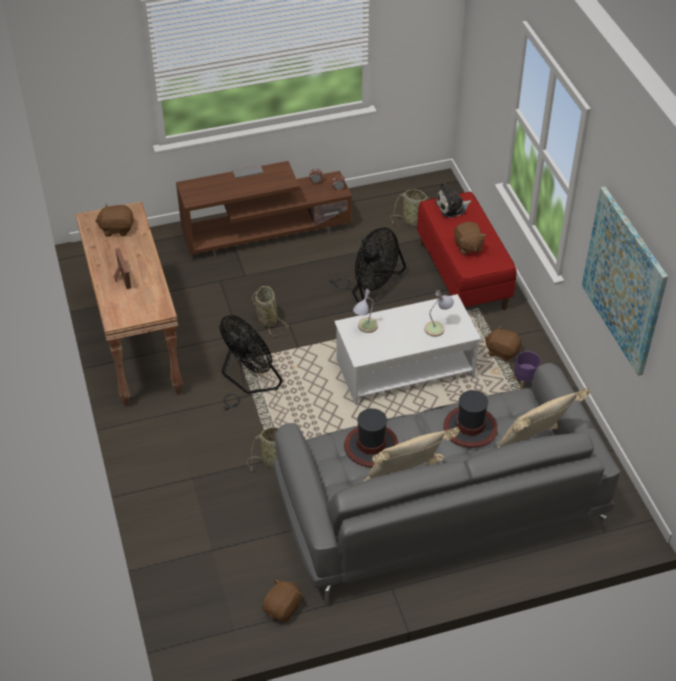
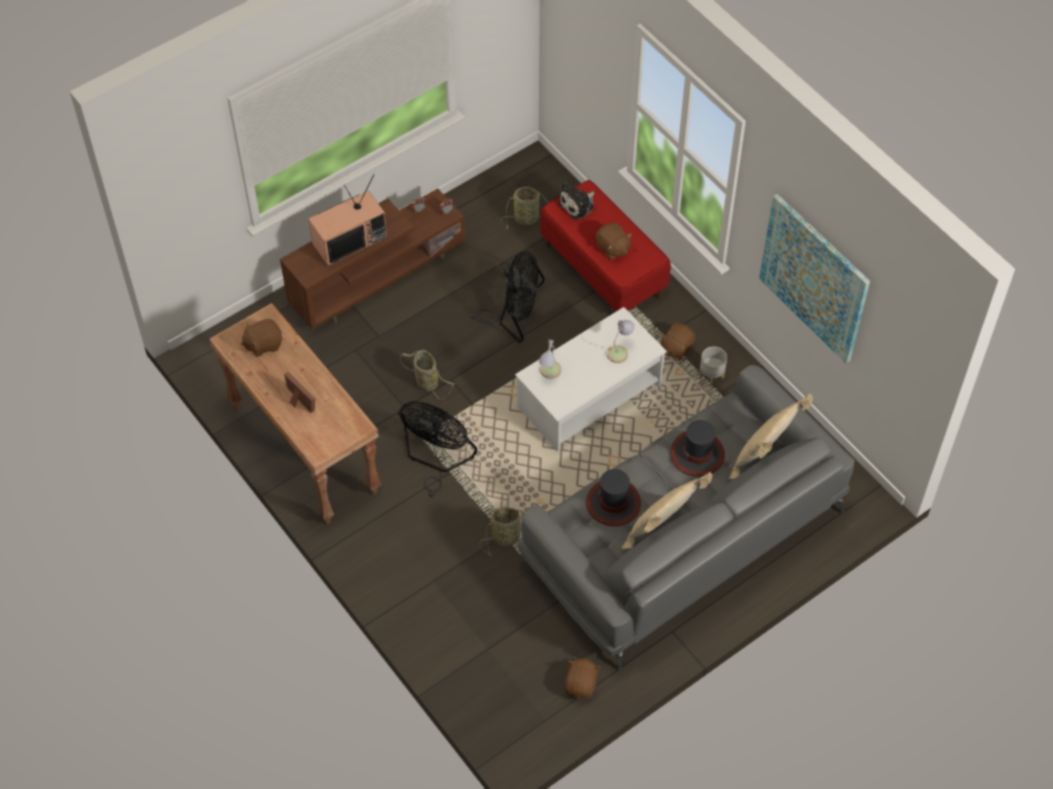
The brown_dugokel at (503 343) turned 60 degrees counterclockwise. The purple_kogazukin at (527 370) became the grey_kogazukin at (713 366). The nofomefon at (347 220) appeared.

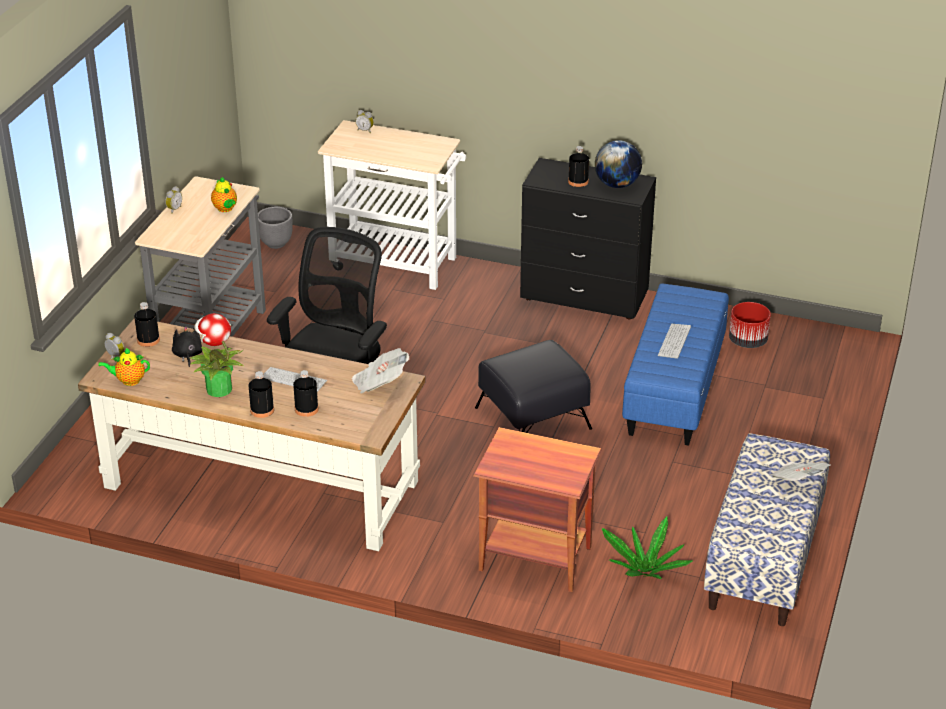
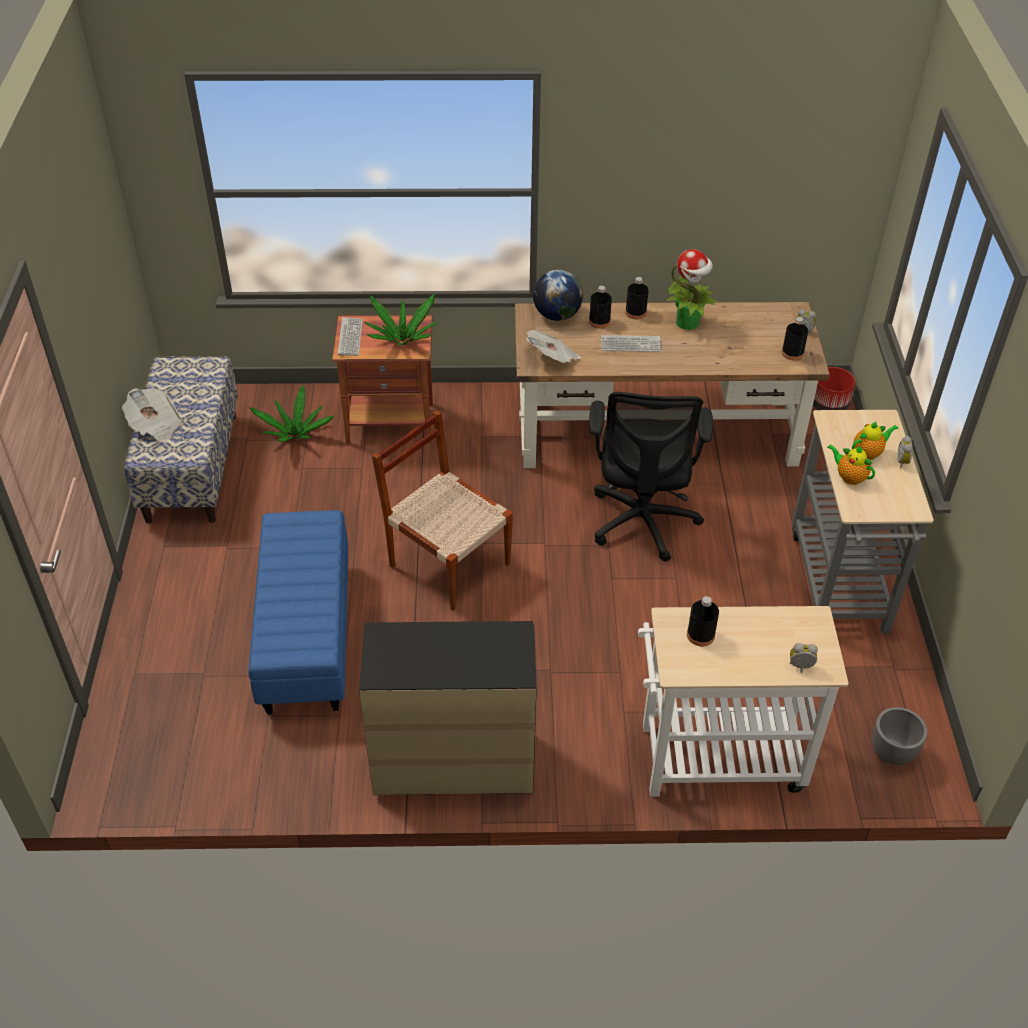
The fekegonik moved from (618 164) to (558 295). The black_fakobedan moved from (578 166) to (703 621). The red_kogazukin moved from (750 325) to (834 388). The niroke moved from (674 341) to (350 336). The black_dugokel at (187 346) disappeared. The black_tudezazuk at (533 386) was replaced by the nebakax at (442 510). The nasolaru moved from (124 366) to (875 440). The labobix at (401 320) appeared.

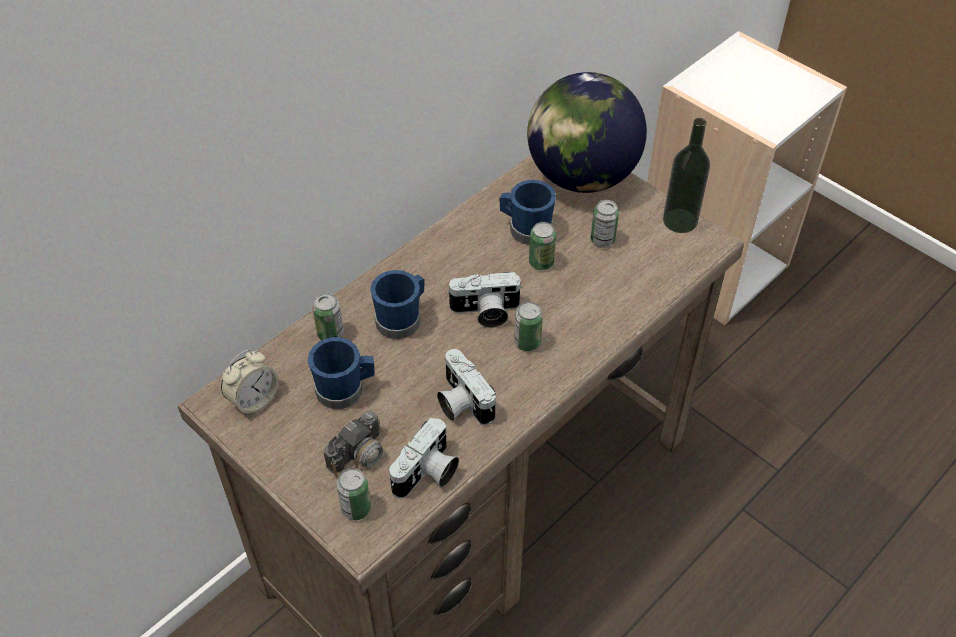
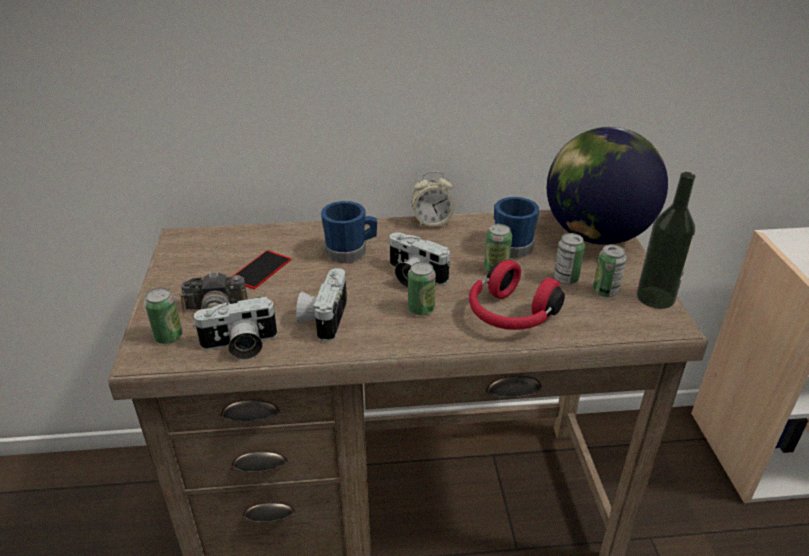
The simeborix moved from (328 317) to (610 271). The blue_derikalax at (341 373) was replaced by the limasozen at (261 269). The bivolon moved from (250 383) to (433 199). The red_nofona at (517 295) appeared.

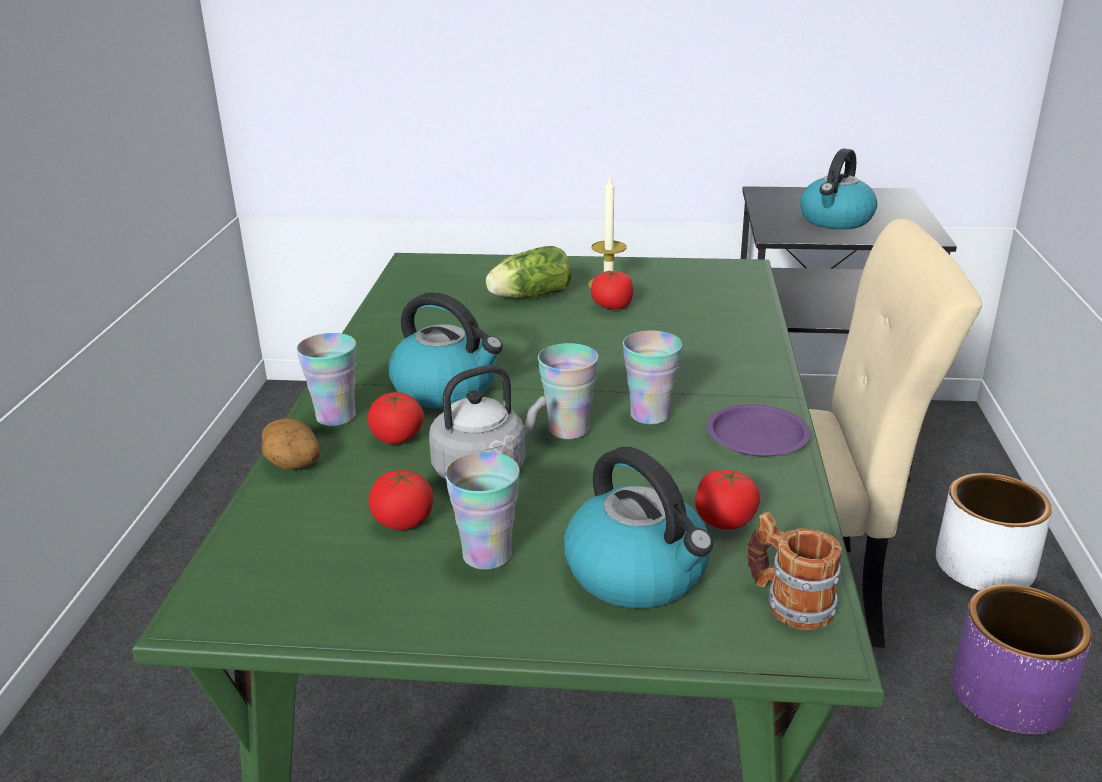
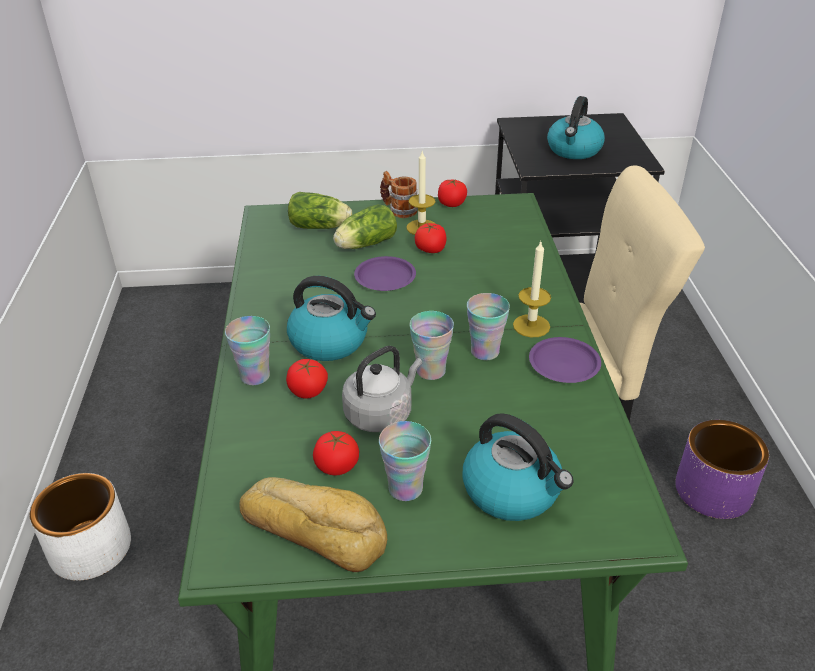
The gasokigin at (291 444) disappeared. The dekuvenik moved from (727 499) to (452 193). The white_kogazukin moved from (994 532) to (80 527). The derikalax moved from (794 571) to (399 194). The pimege at (320 210) appeared. The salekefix at (532 289) appeared. The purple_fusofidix at (385 273) appeared. The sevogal at (313 524) appeared.

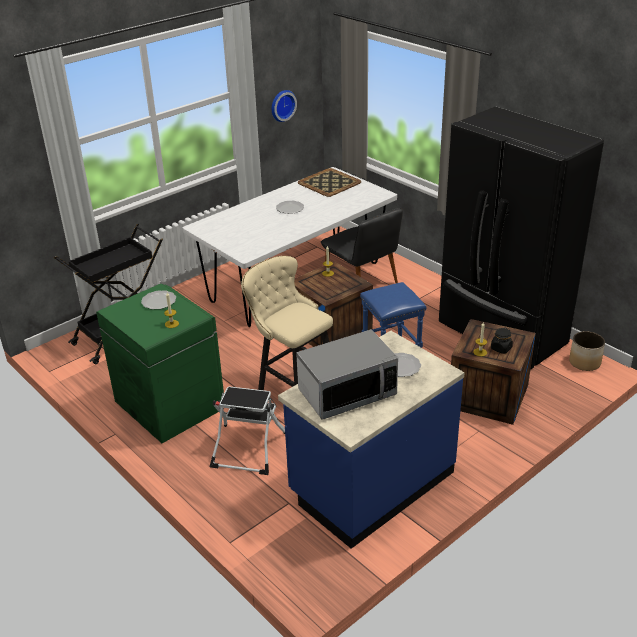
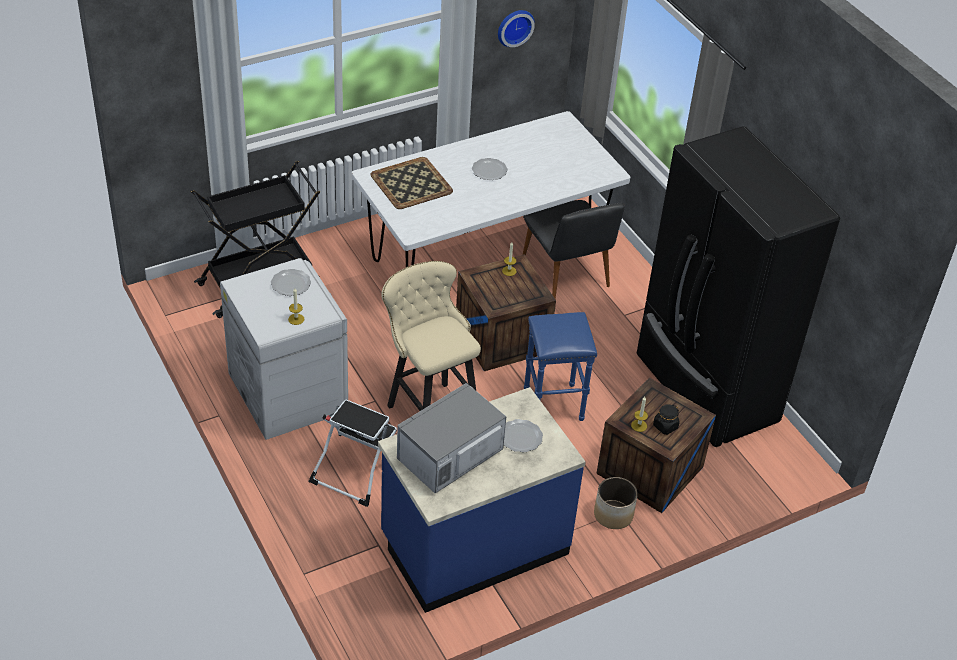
The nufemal moved from (329 182) to (411 183). The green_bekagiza at (160 363) became the white_bekagiza at (284 349). The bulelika at (347 374) turned 150 degrees clockwise. The kogazukin moved from (587 351) to (616 503).

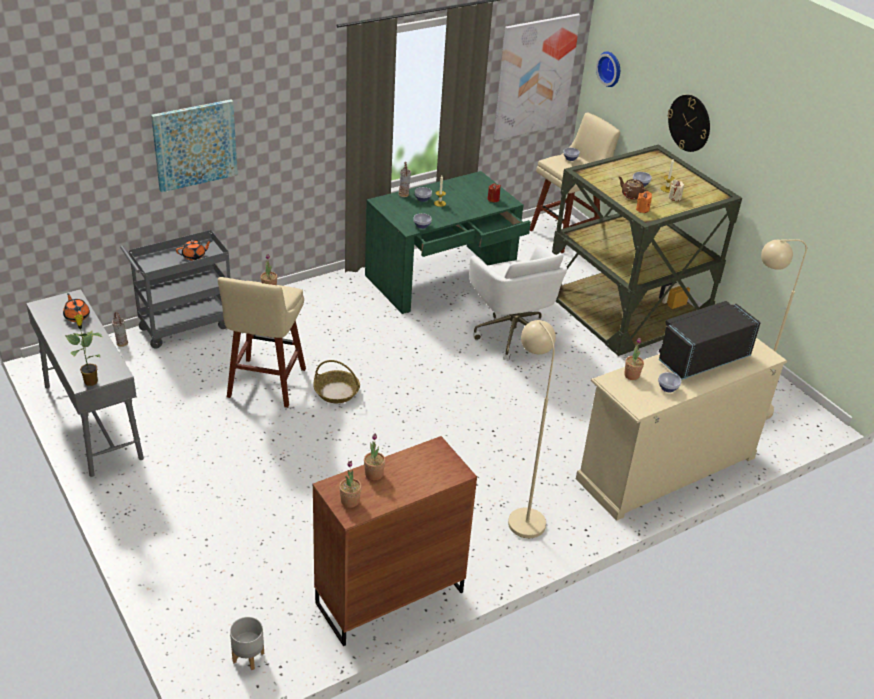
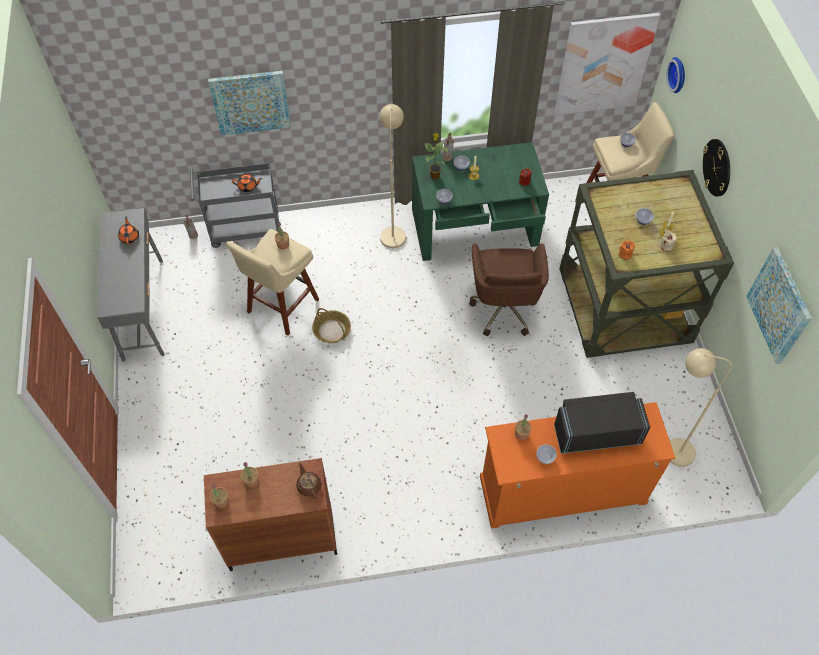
The brown_nasolaru moved from (633 187) to (309 481). The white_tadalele at (518 302) became the brown_tadalele at (509 289). The labobix moved from (83 350) to (436 156). The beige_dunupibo moved from (532 429) to (392 176). The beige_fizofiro at (681 429) became the orange_fizofiro at (578 465). The grey_kogazukin at (247 643) disappeared. The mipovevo at (779 305) appeared.

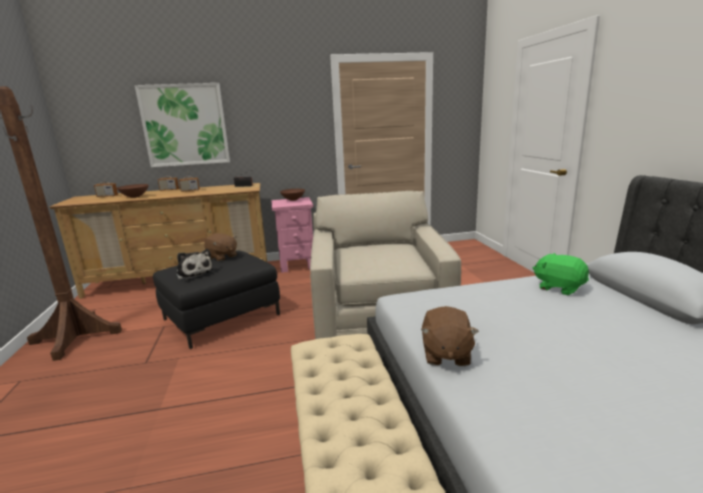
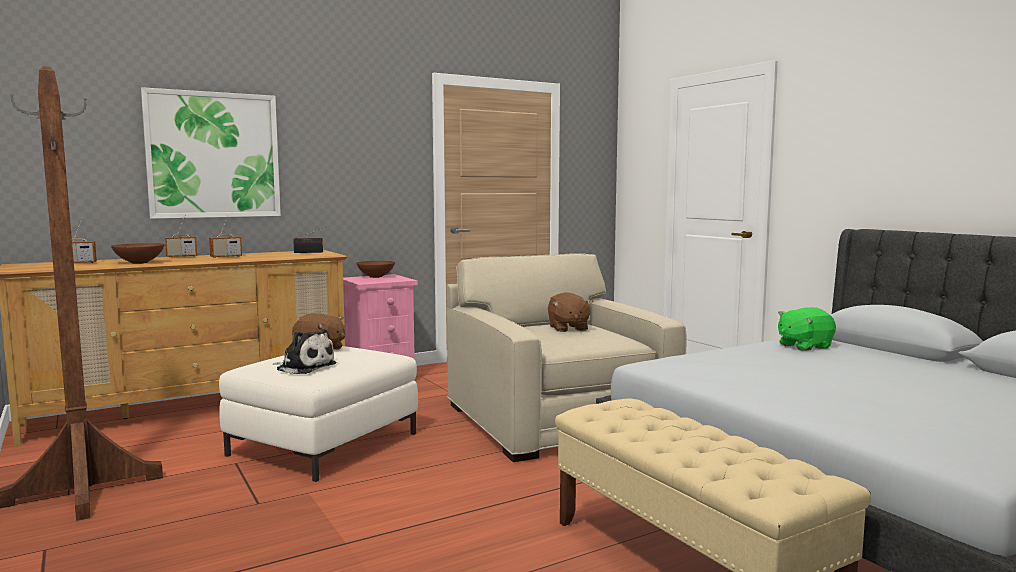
The black_tudezazuk at (216 300) became the white_tudezazuk at (318 414). The green_dugokel at (561 274) turned 45 degrees counterclockwise. The brown_dugokel moved from (450 336) to (570 312).

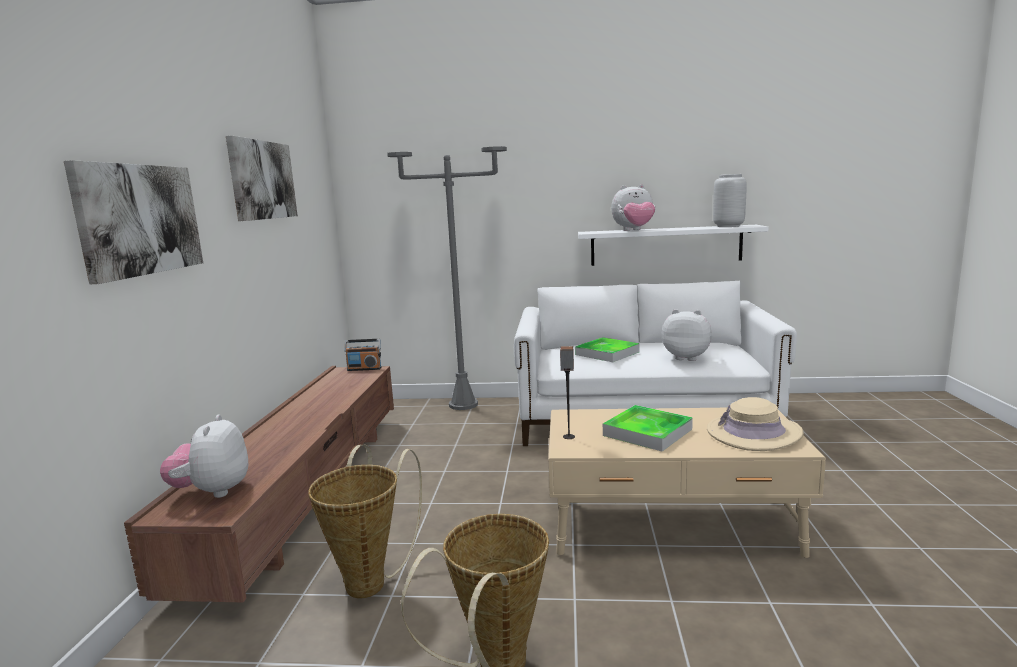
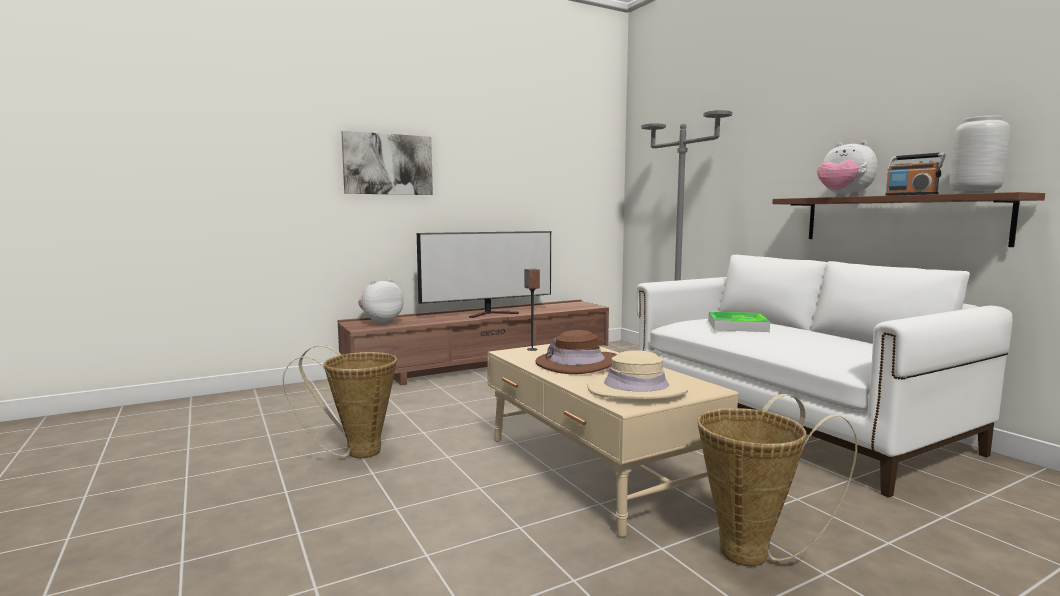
The mipovevo at (262 178) disappeared. The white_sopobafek at (673 245) became the brown_sopobafek at (908 219). The dugokel at (687 335) disappeared. The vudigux moved from (362 355) to (915 174). The nufemal at (648 428) was replaced by the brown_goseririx at (576 352). The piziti moved from (365 521) to (777 480). The nofomefon at (484 274) appeared.

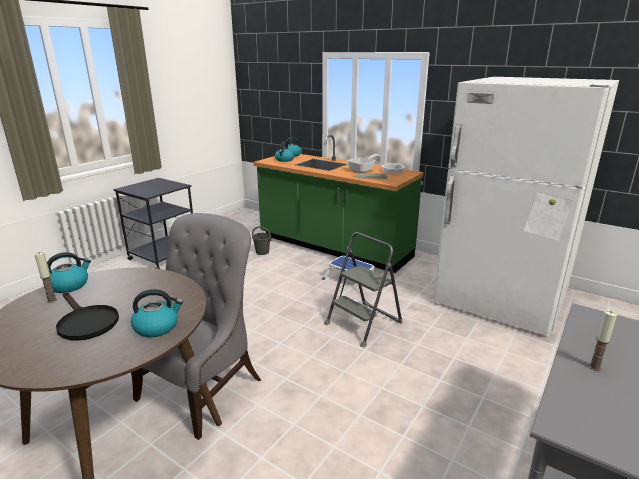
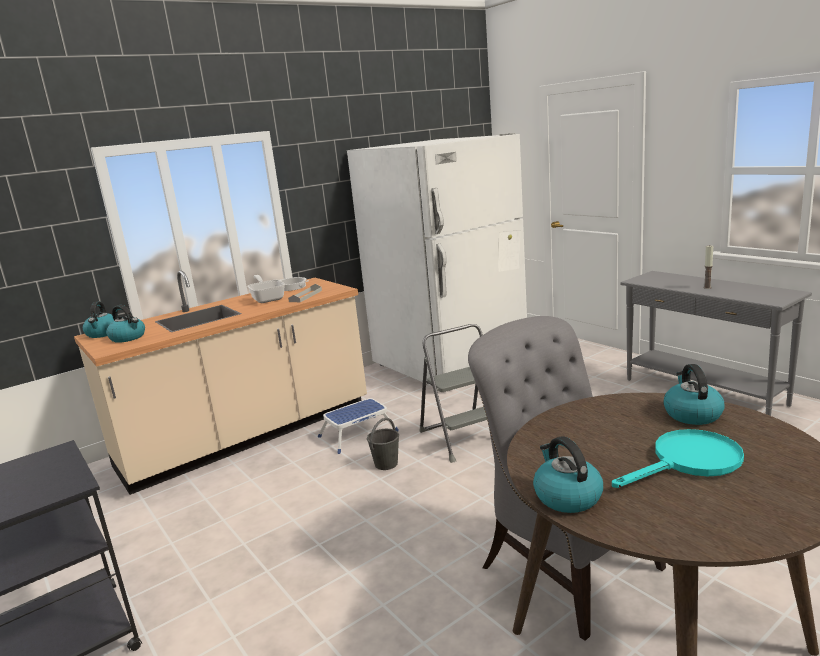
The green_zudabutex at (338 204) became the beige_zudabutex at (220 382). The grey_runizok moved from (262 240) to (383 444). The salekefix at (46 277) disappeared. The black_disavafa at (87 316) became the turquoise_disavafa at (678 458).

